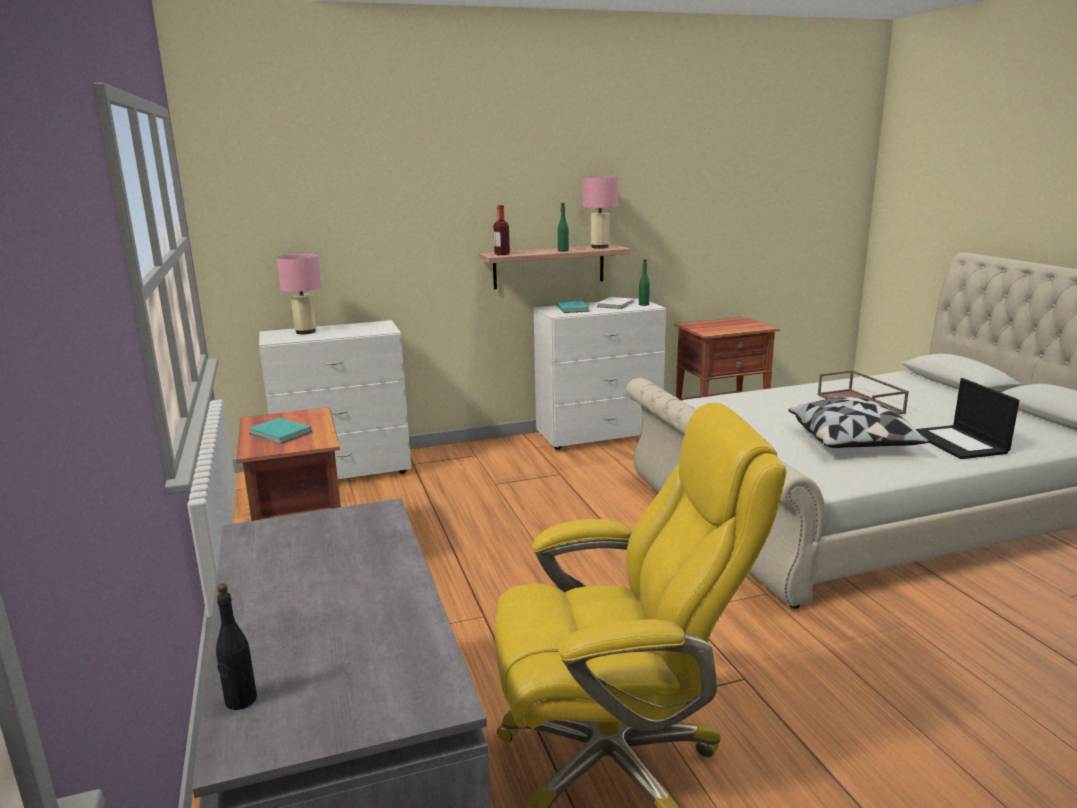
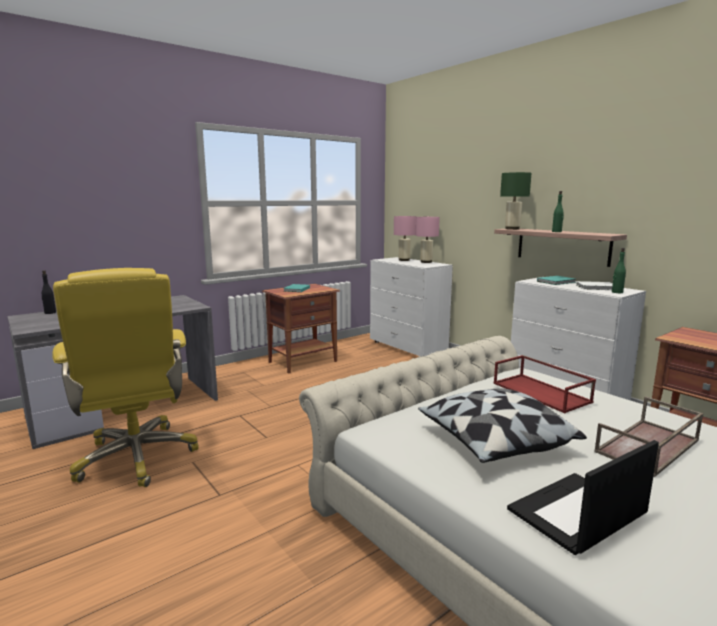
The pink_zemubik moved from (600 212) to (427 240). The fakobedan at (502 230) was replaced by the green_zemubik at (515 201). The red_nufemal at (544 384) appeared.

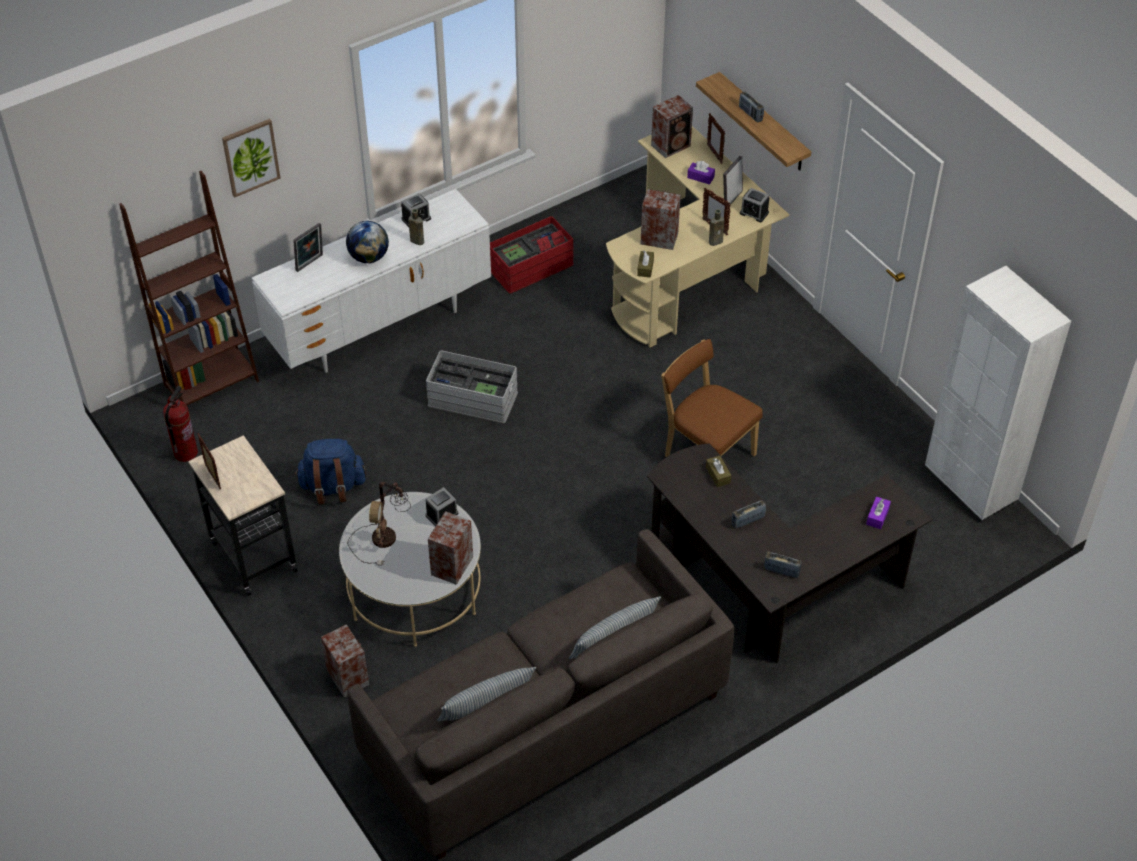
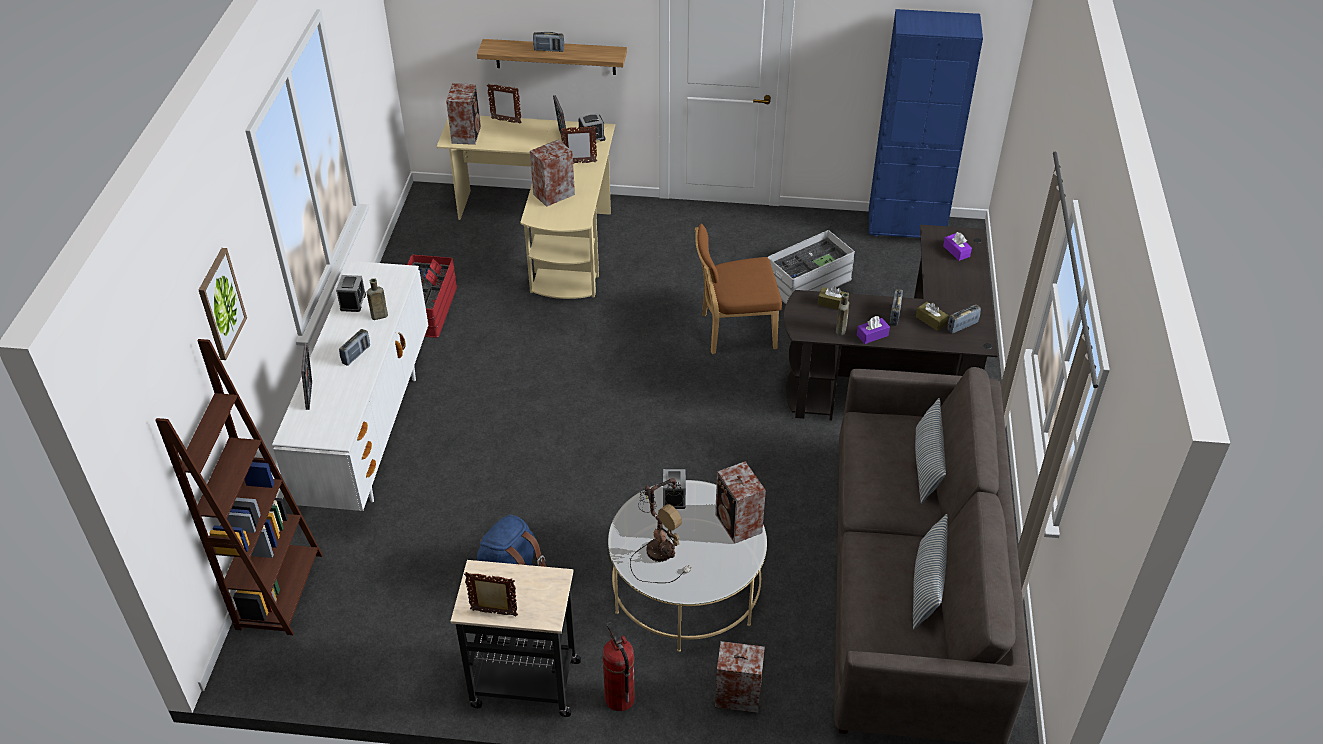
The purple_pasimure moved from (701 173) to (873 330). The brown_fakobedan moved from (717 227) to (842 314). The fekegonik at (367 242) was replaced by the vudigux at (354 347). The brown_pasimure moved from (645 264) to (932 316). The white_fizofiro at (998 393) became the blue_fizofiro at (926 123). The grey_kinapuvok moved from (472 387) to (811 267). The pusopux moved from (180 424) to (618 666).

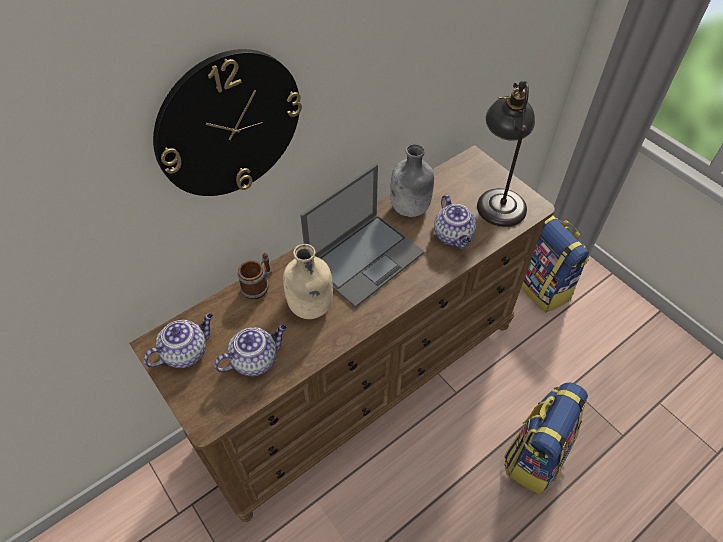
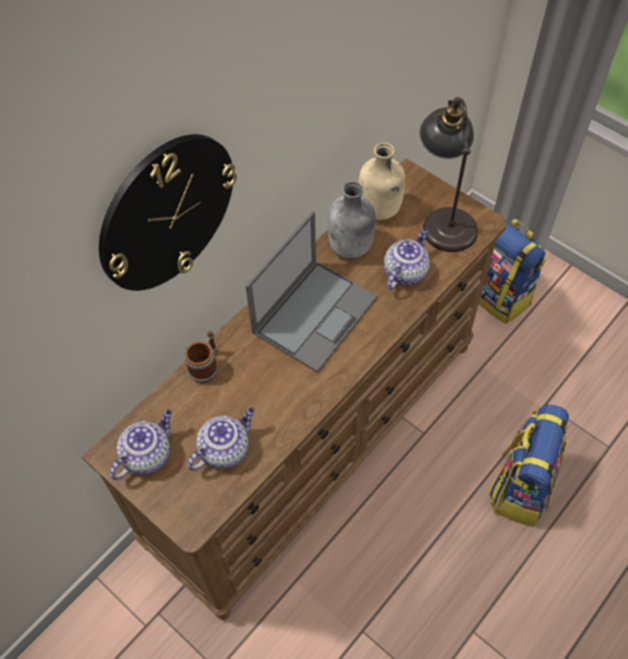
The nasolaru at (455 222) turned 120 degrees counterclockwise. The beige_fakobedan moved from (308 281) to (381 181).

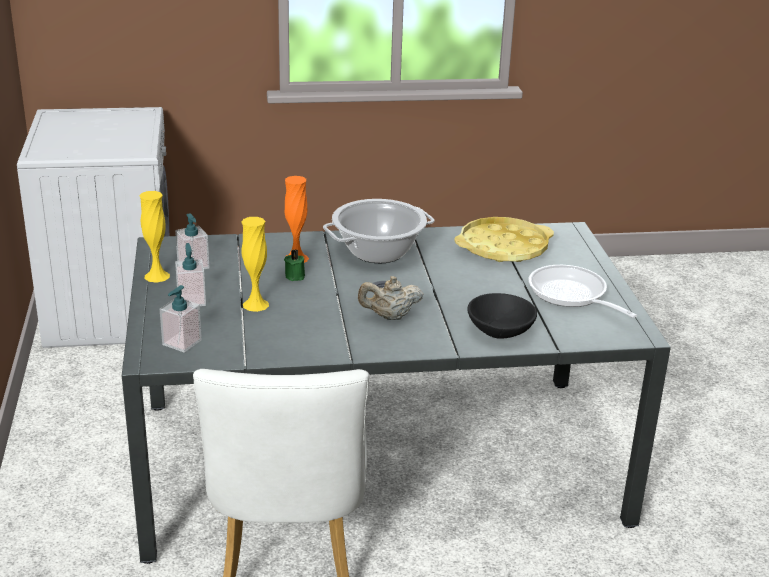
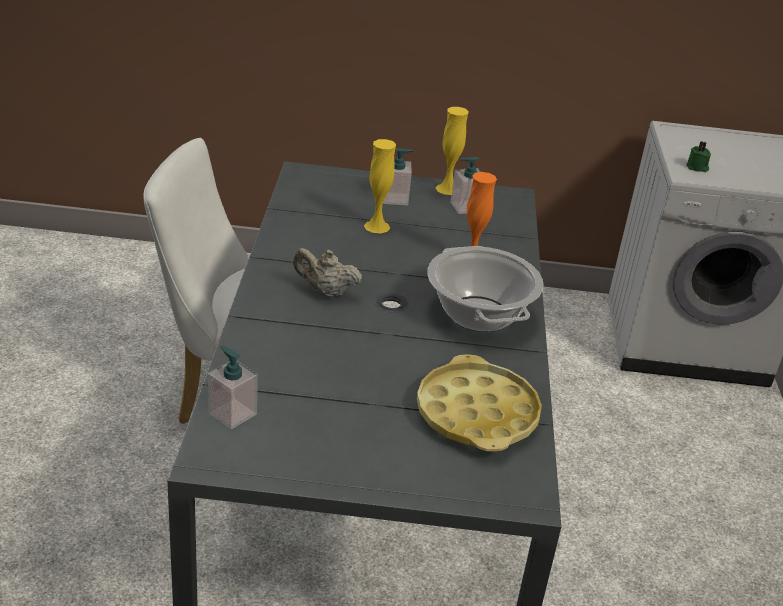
The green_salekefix moved from (294 265) to (698 156). The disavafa at (582 291) disappeared. The beige_nasolaru at (391 298) turned 75 degrees counterclockwise. The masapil moved from (181 318) to (233 387). The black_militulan at (502 316) disappeared.

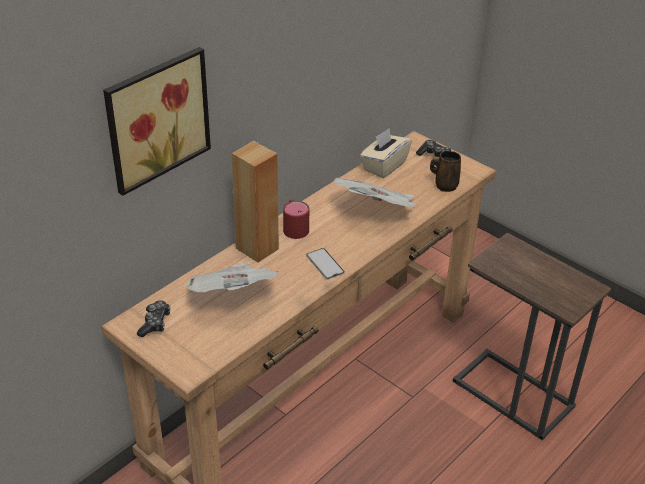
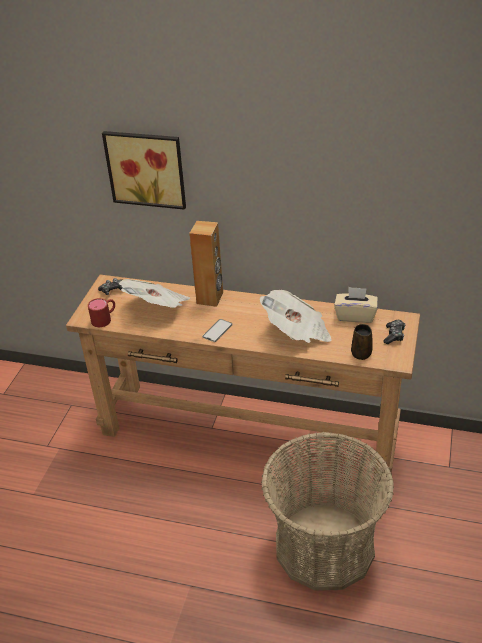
The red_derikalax moved from (296 219) to (101 312). The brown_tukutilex at (532 336) was replaced by the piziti at (327 511).

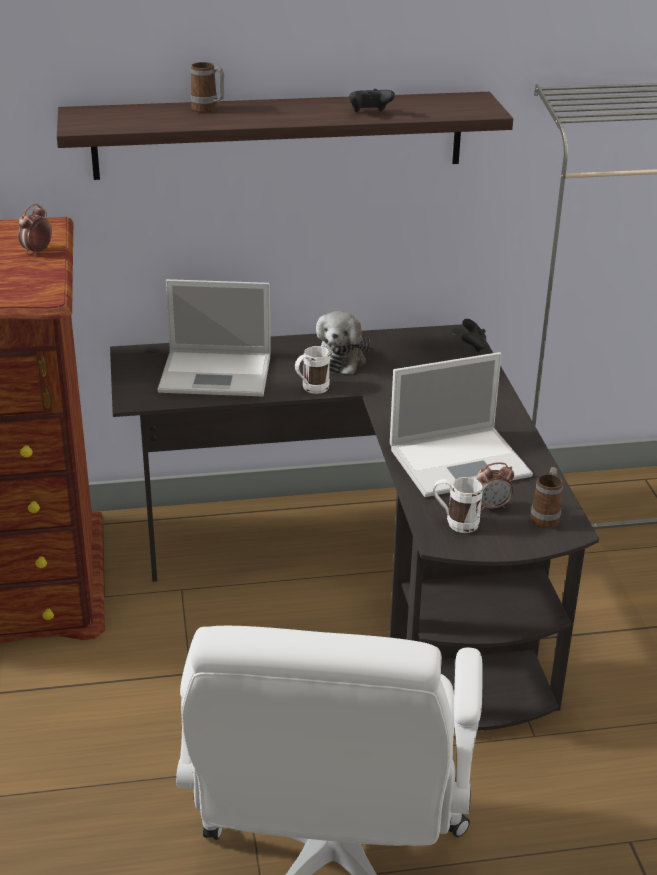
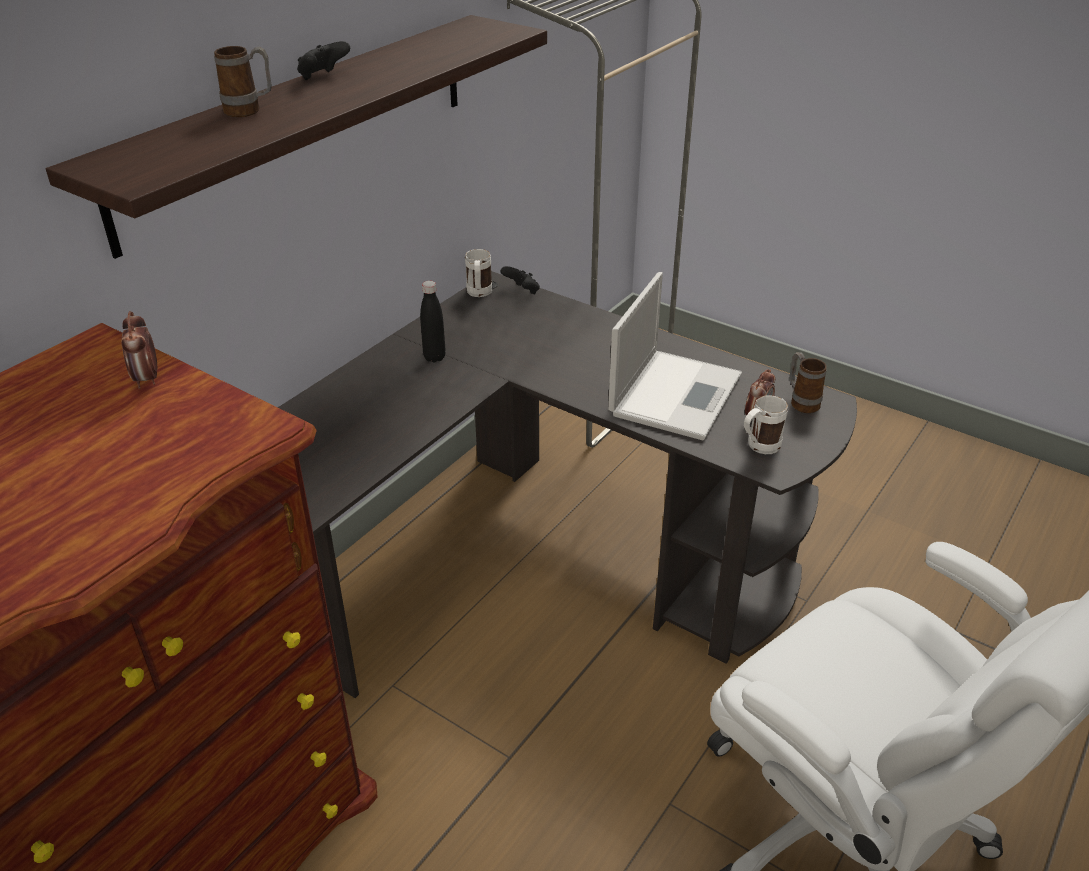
The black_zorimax moved from (372 100) to (323 60). The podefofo at (214 337) disappeared. The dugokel at (343 342) was replaced by the black_fakobedan at (433 321). The white_derikalax moved from (312 370) to (478 273).

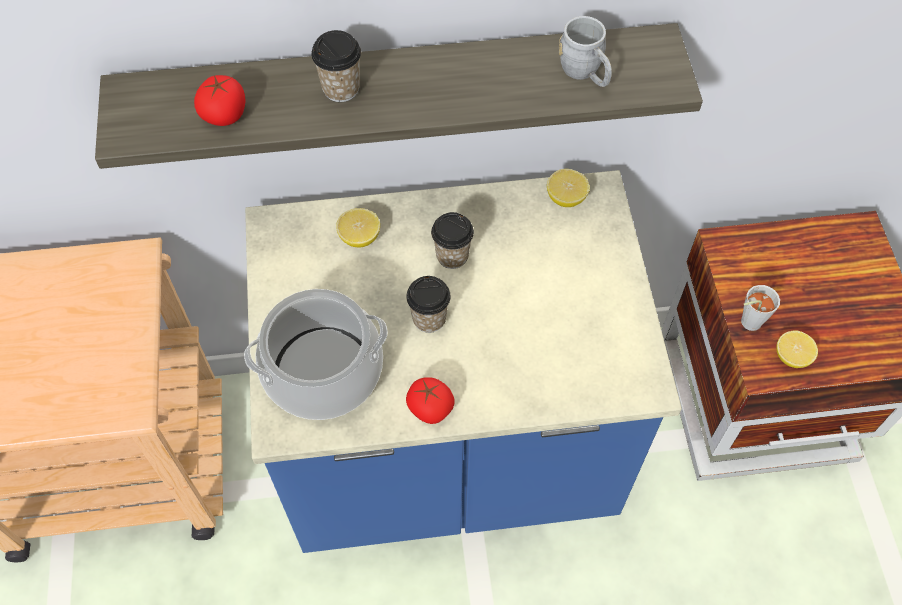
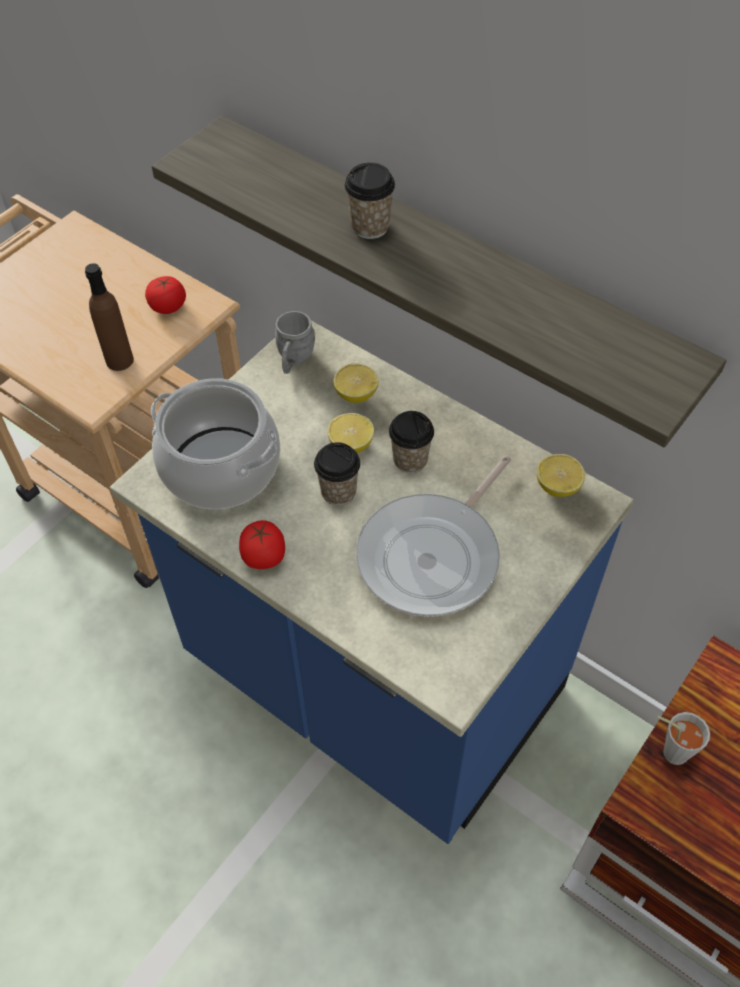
The grey_derikalax moved from (585 51) to (295 342). The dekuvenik moved from (220 100) to (165 295). The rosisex moved from (797 349) to (350 433). The brown_fakobedan at (109 317) appeared. The disavafa at (433 536) appeared.

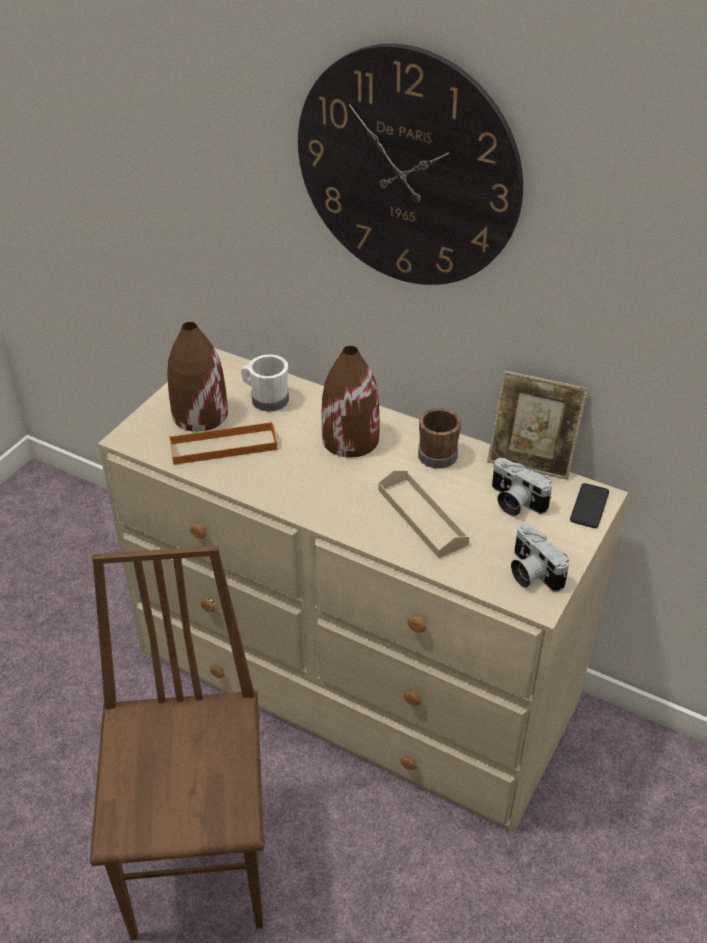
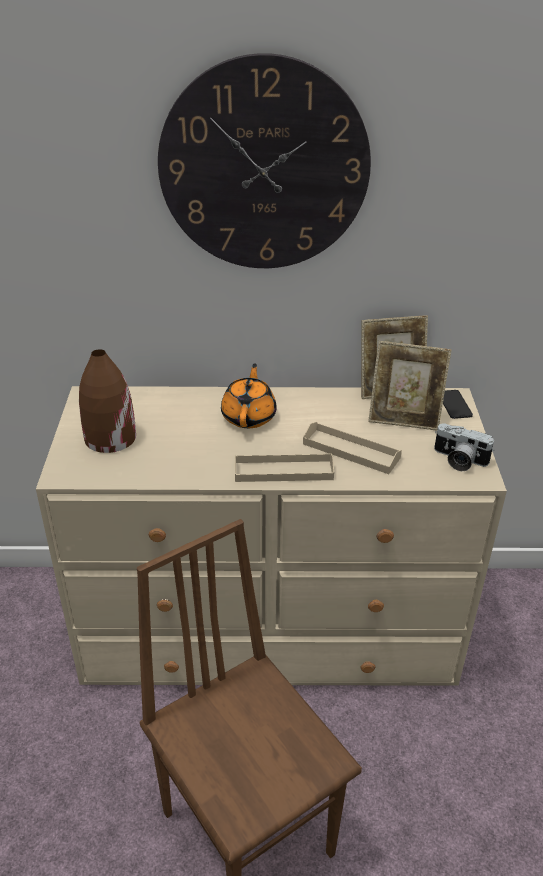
The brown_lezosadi at (350 402) was replaced by the orange_nasolaru at (249 395). The white_derikalax at (265 383) disappeared. The brown_derikalax at (439 438) disappeared. The orange_nufemal at (223 443) disappeared. The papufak at (522 487) was replaced by the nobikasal at (410 386). The beige_nufemal at (284 467) appeared.

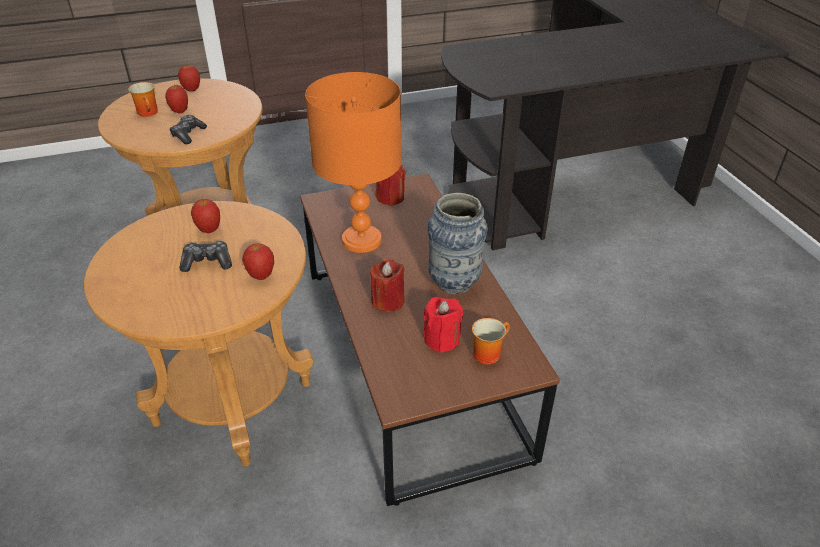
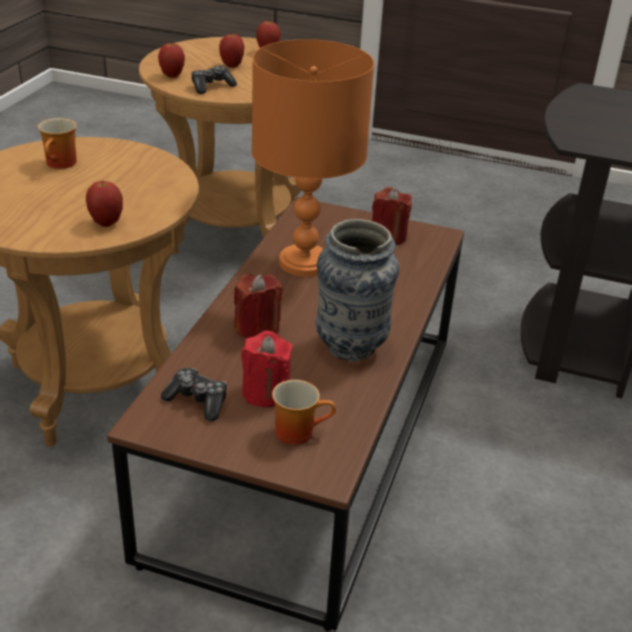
The derikalax moved from (143 99) to (57 143). The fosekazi moved from (205 216) to (171 60). The zorimax moved from (206 256) to (194 394).

